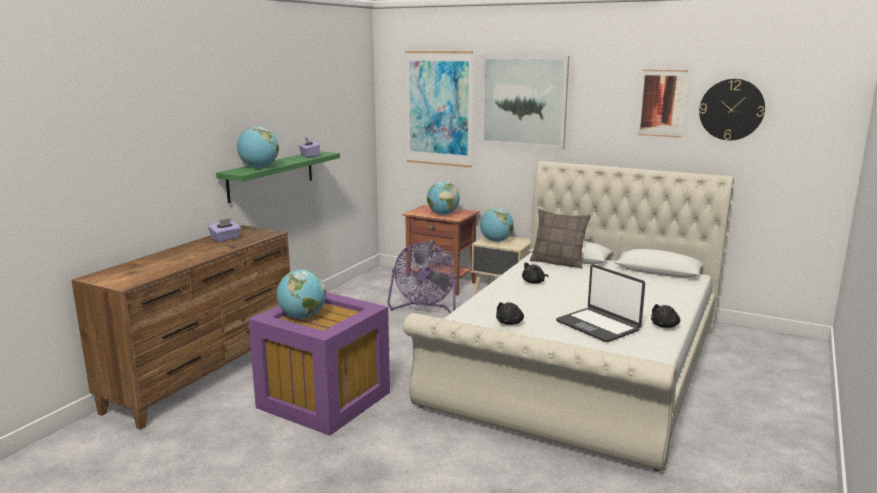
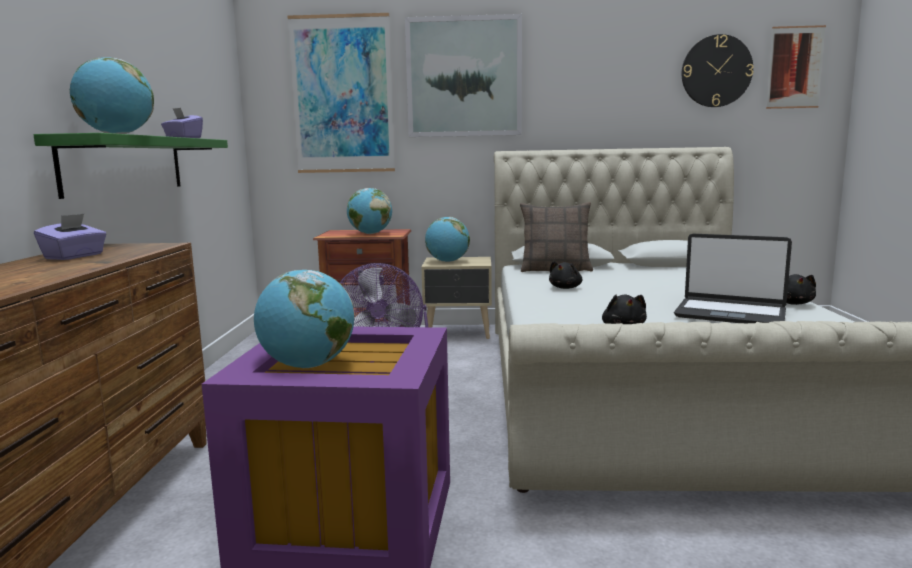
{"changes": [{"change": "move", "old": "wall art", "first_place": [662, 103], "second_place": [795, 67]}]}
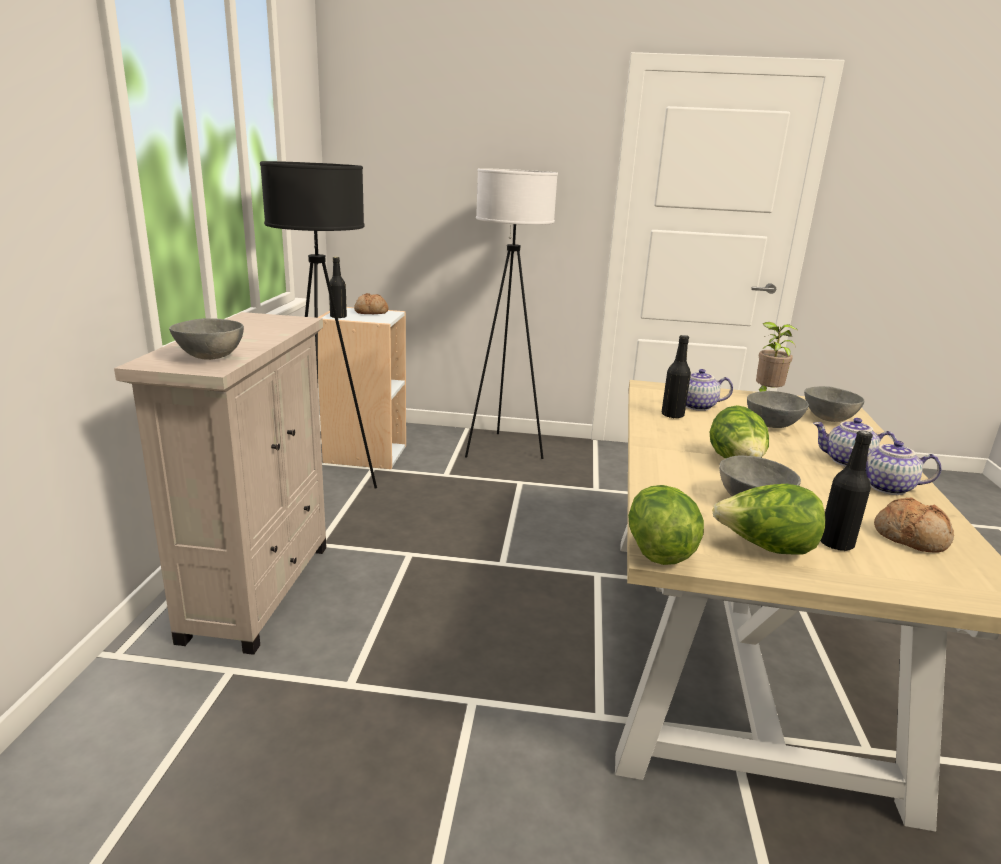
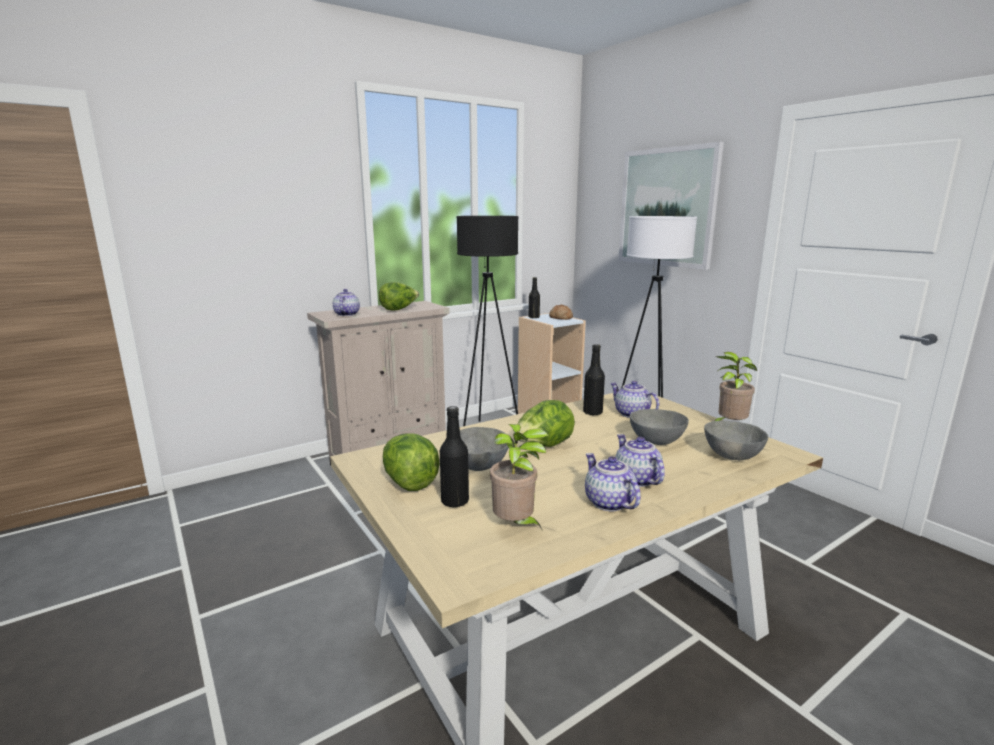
{"changes": [{"change": "replace", "old": "grey bowl", "new": "tea pot", "first_place": [210, 357], "second_place": [346, 314]}, {"change": "move", "old": "lettuce", "first_place": [658, 549], "second_place": [399, 309]}, {"change": "replace", "old": "bread", "new": "houseplant", "first_place": [911, 537], "second_place": [516, 526]}, {"change": "insert", "new": "wall art", "second_place": [667, 207]}]}
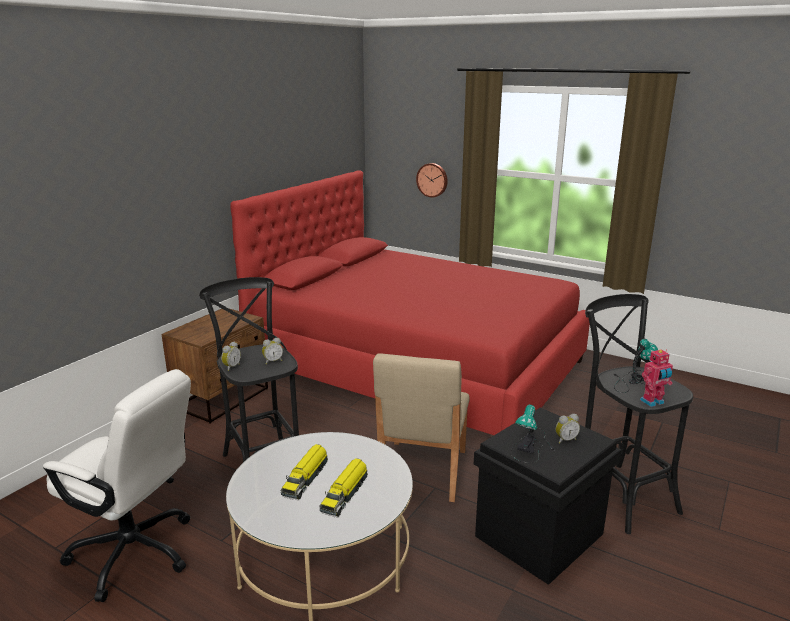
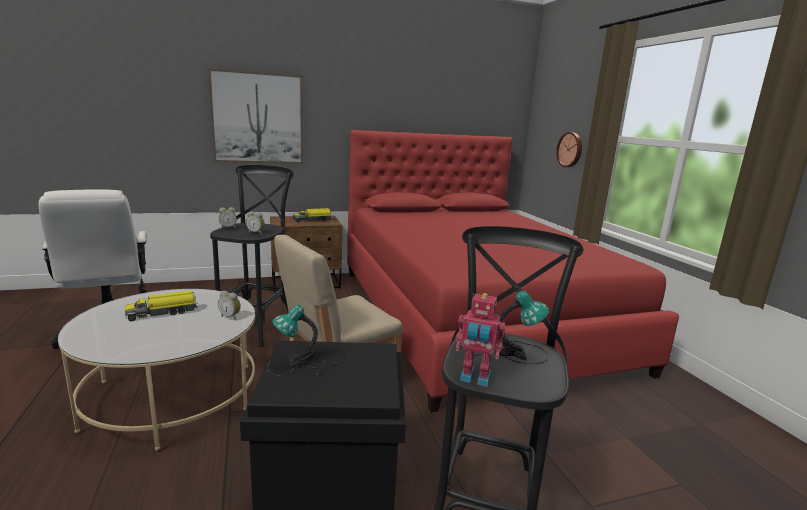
{"changes": [{"change": "insert", "new": "wall art", "second_place": [258, 118]}, {"change": "move", "old": "table clock", "first_place": [565, 439], "second_place": [231, 317]}, {"change": "move", "old": "model truck", "first_place": [345, 494], "second_place": [313, 220]}]}
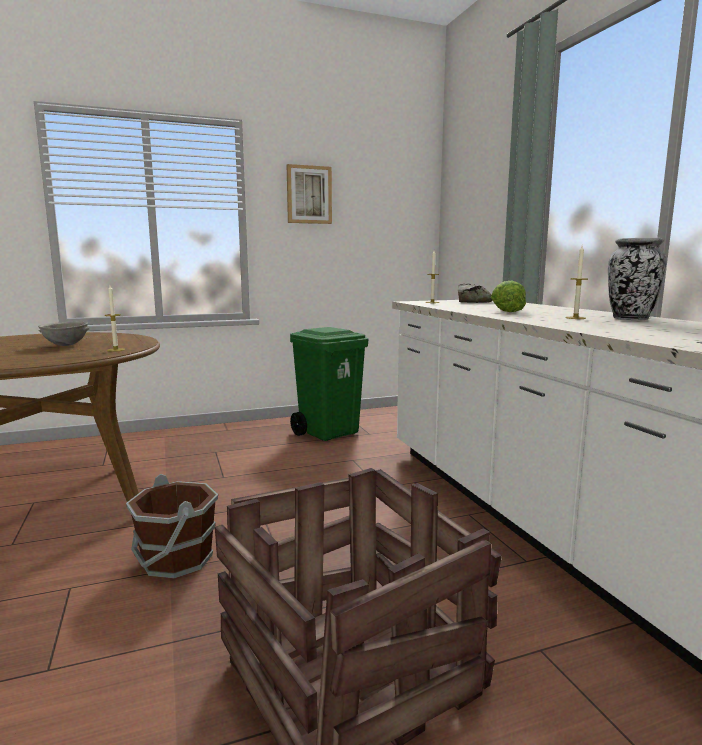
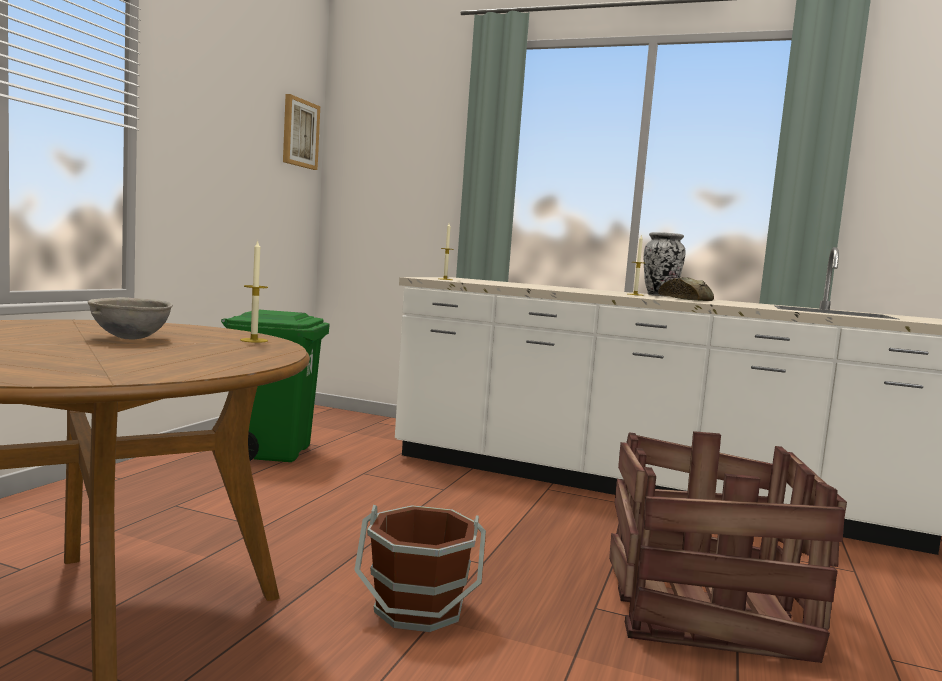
{"changes": [{"change": "move", "old": "wall art", "first_place": [309, 195], "second_place": [300, 133]}, {"change": "move", "old": "bread", "first_place": [473, 302], "second_place": [687, 299]}, {"change": "delete", "old": "lettuce", "first_place": [506, 311]}]}
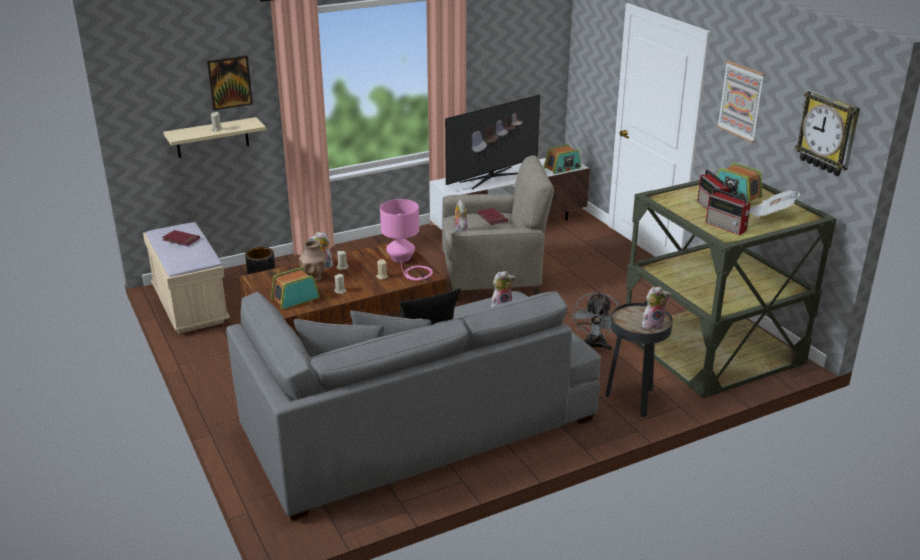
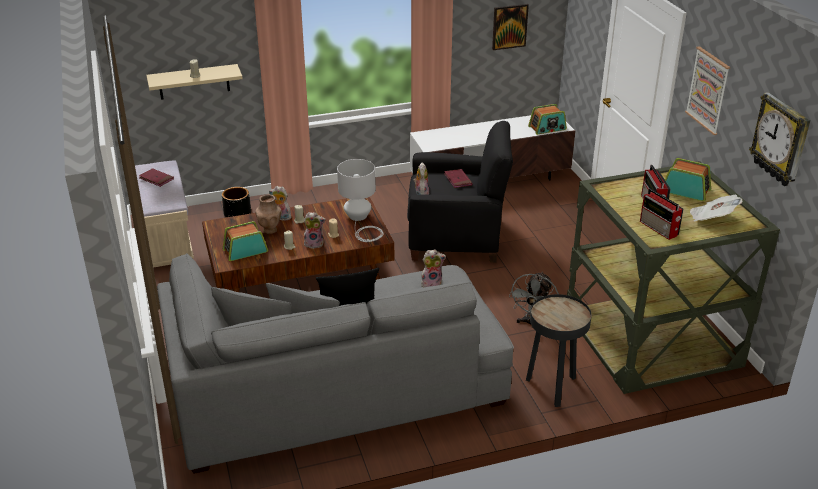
{"changes": [{"change": "move", "old": "soft toy", "first_place": [652, 325], "second_place": [314, 243]}, {"change": "recolor", "old": "pink table lamp", "new": "white-coloured table lamp", "first_place": [407, 264], "second_place": [362, 223]}, {"change": "recolor", "old": "beige-coloured easy chair", "new": "black easy chair", "first_place": [493, 277], "second_place": [456, 237]}, {"change": "move", "old": "wall art", "first_place": [229, 82], "second_place": [509, 26]}, {"change": "rotate", "old": "radio receiver", "first_place": [736, 194], "second_place": [685, 190], "degrees": 150}, {"change": "delete", "old": "TV", "first_place": [491, 177]}]}
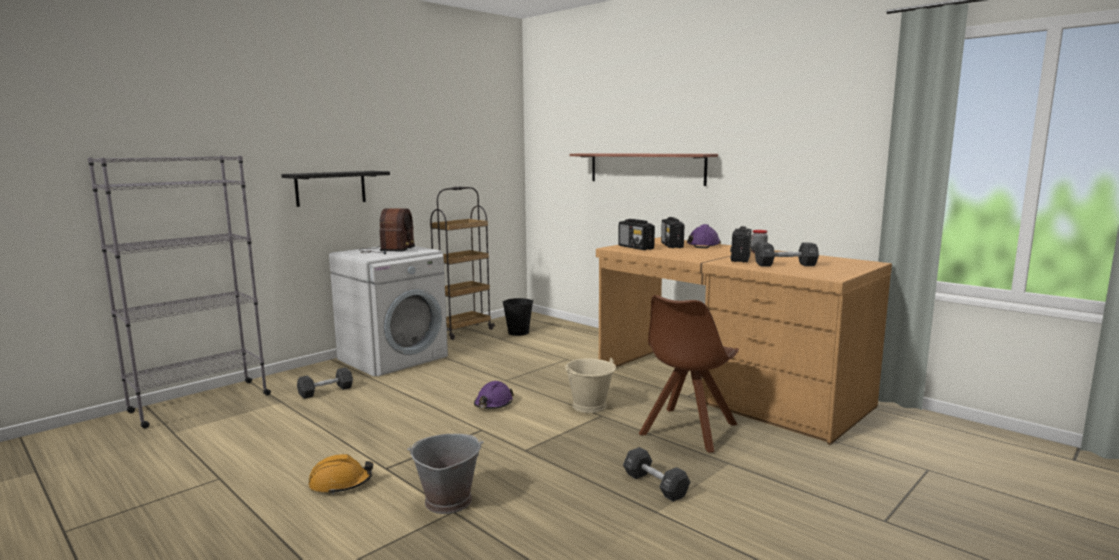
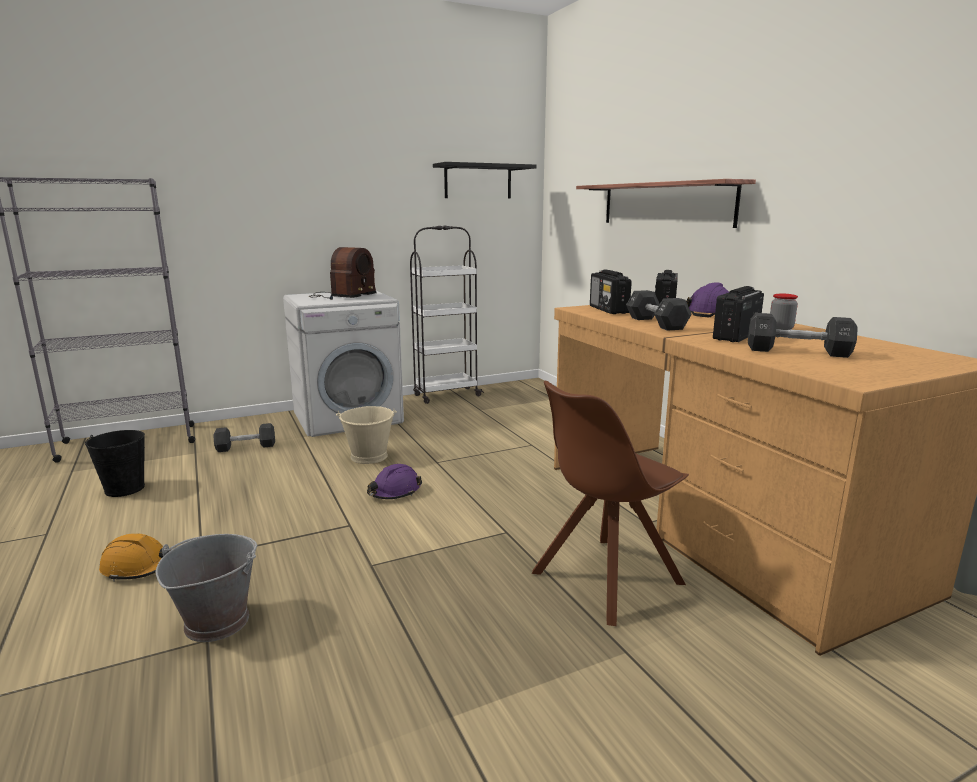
{"changes": [{"change": "move", "old": "black bucket", "first_place": [518, 332], "second_place": [125, 488]}, {"change": "move", "old": "beige-coloured bucket", "first_place": [590, 406], "second_place": [369, 456]}, {"change": "recolor", "old": "brown trolley", "new": "white-coloured trolley", "first_place": [463, 332], "second_place": [446, 396]}, {"change": "move", "old": "black shelf", "first_place": [330, 188], "second_place": [478, 181]}, {"change": "move", "old": "black hand weight", "first_place": [655, 485], "second_place": [656, 323]}]}
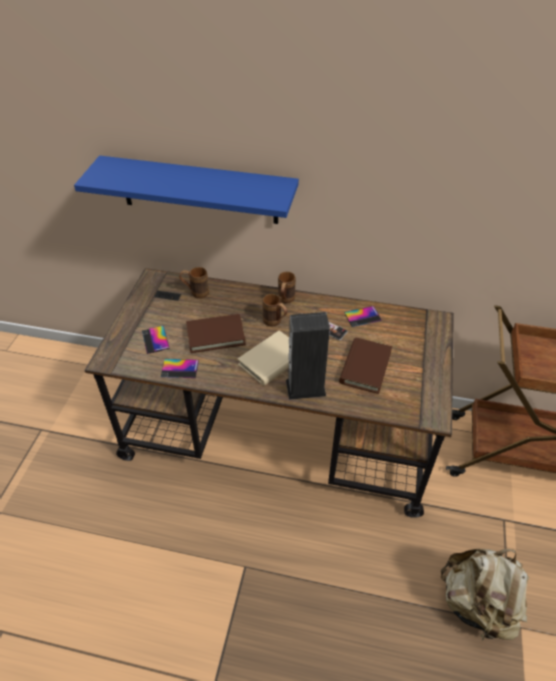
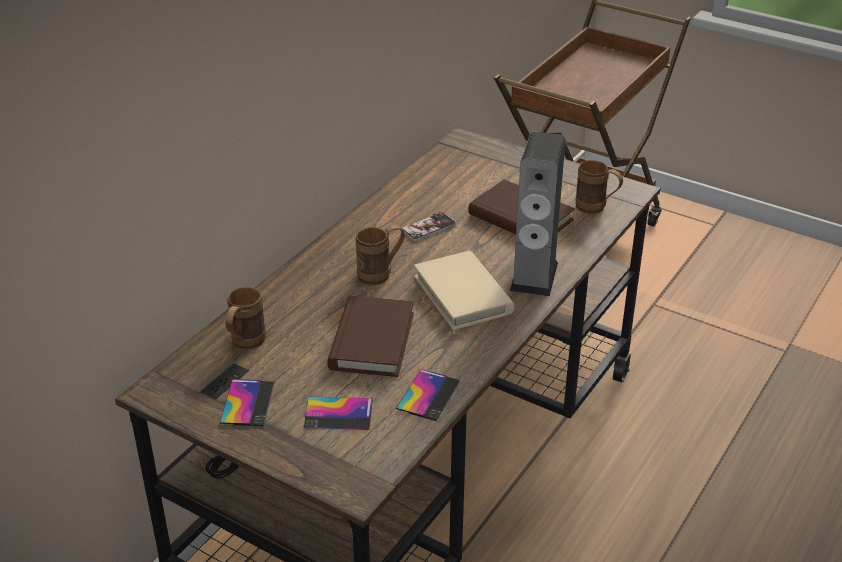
{"changes": [{"change": "move", "old": "phone", "first_place": [362, 316], "second_place": [247, 403]}, {"change": "move", "old": "brown mug", "first_place": [285, 300], "second_place": [596, 208]}, {"change": "delete", "old": "blue-coloured shelf", "first_place": [199, 190]}, {"change": "delete", "old": "beige-coloured rucksack", "first_place": [477, 604]}]}
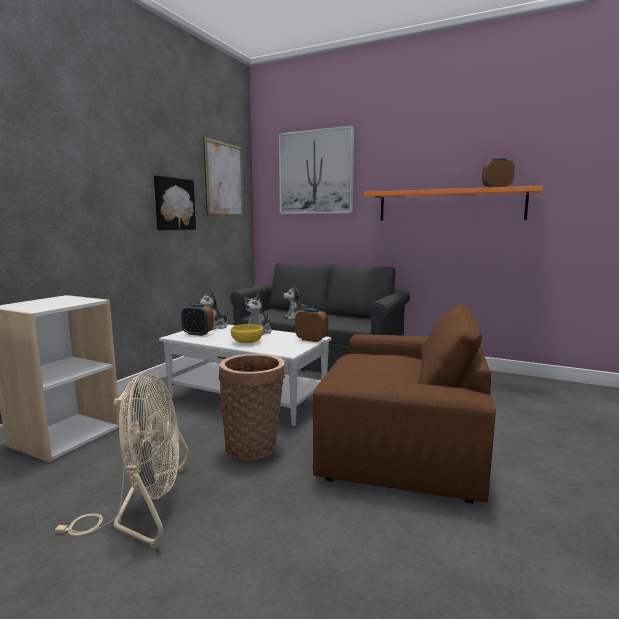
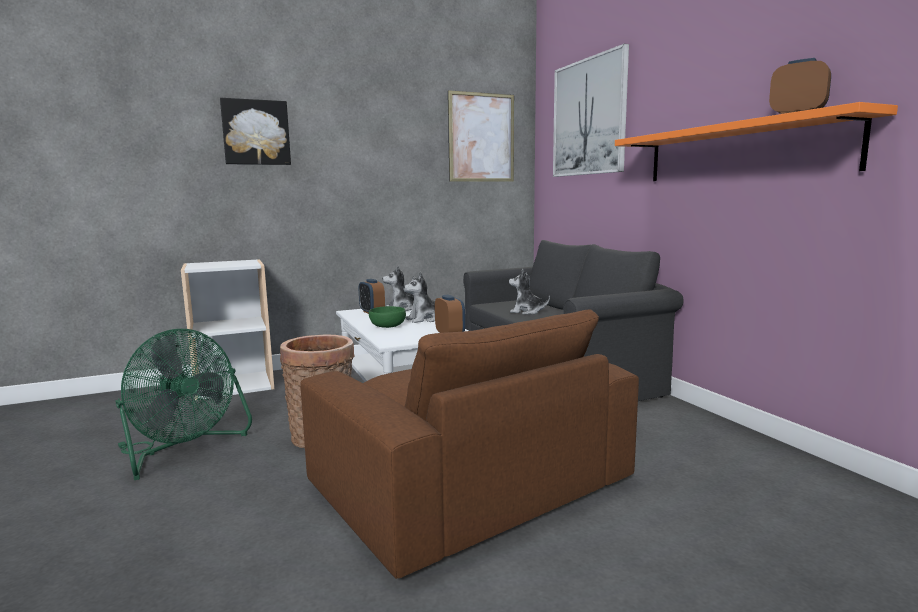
{"changes": [{"change": "recolor", "old": "beige-coloured electric fan", "new": "green-coloured electric fan", "first_place": [142, 508], "second_place": [178, 451]}, {"change": "move", "old": "wall art", "first_place": [174, 204], "second_place": [256, 132]}, {"change": "recolor", "old": "yellowish bowl", "new": "green-coloured bowl", "first_place": [246, 342], "second_place": [387, 326]}]}
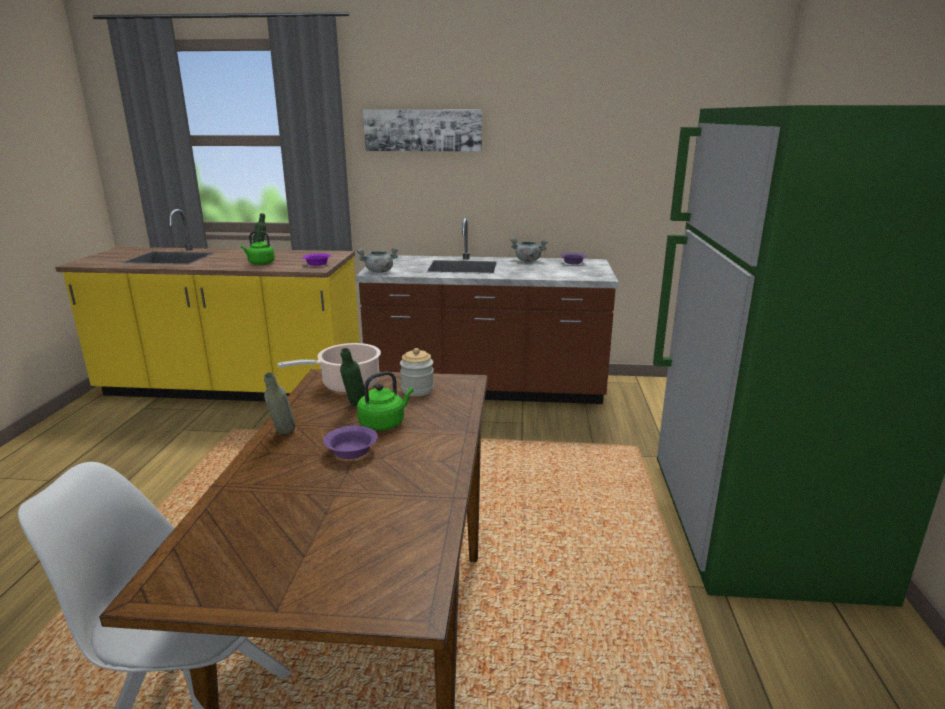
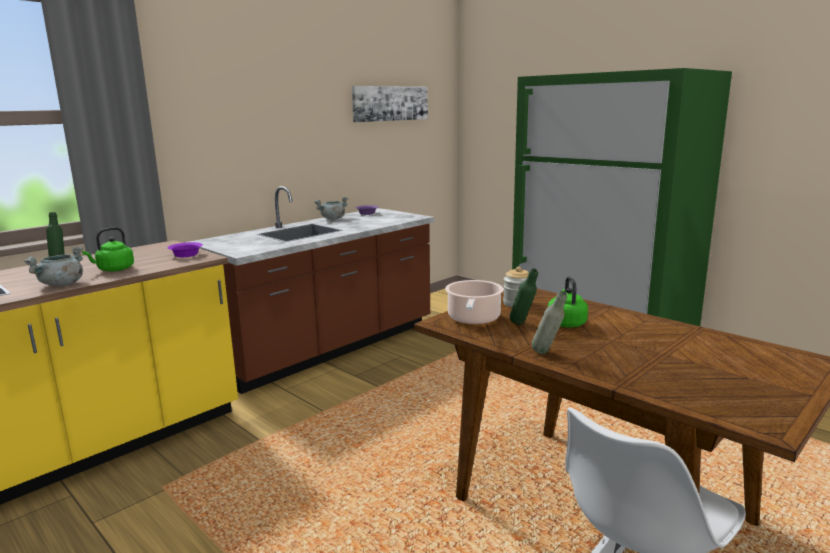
{"changes": [{"change": "move", "old": "grey saucepot", "first_place": [379, 272], "second_place": [61, 284]}, {"change": "move", "old": "wall art", "first_place": [423, 130], "second_place": [390, 103]}, {"change": "delete", "old": "purple-coloured bowl", "first_place": [351, 452]}]}
